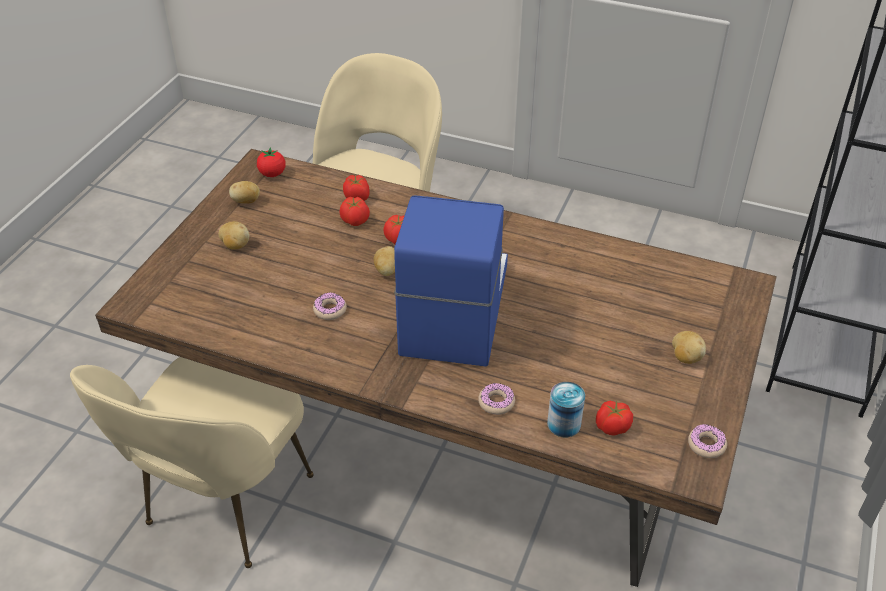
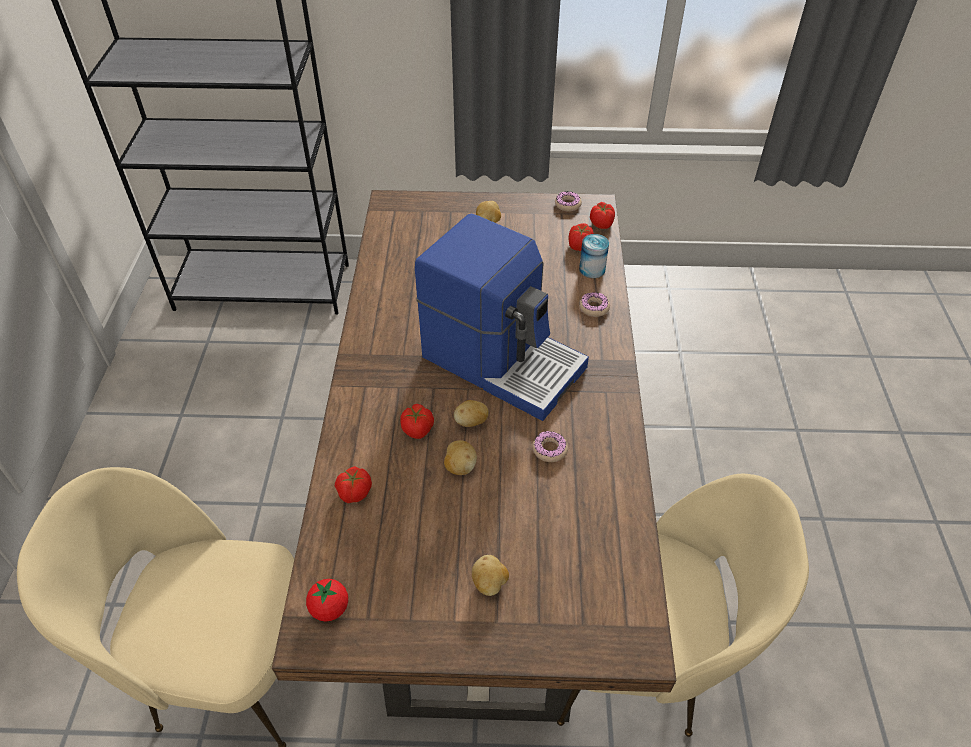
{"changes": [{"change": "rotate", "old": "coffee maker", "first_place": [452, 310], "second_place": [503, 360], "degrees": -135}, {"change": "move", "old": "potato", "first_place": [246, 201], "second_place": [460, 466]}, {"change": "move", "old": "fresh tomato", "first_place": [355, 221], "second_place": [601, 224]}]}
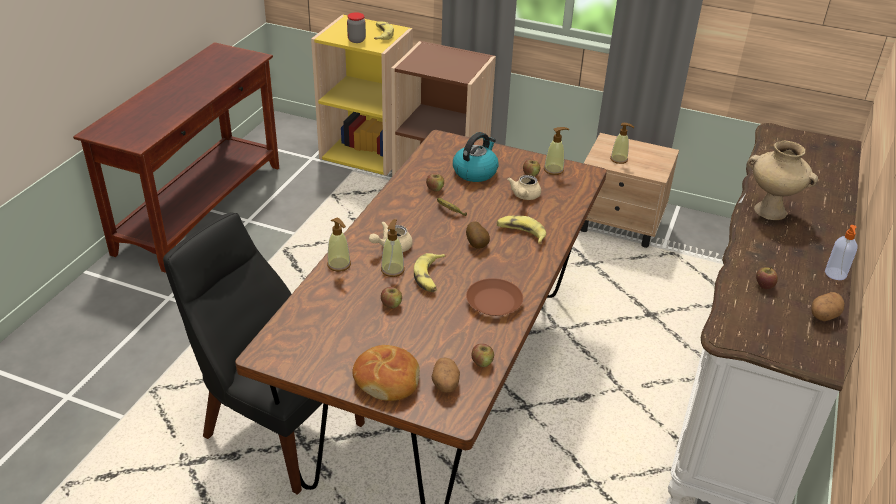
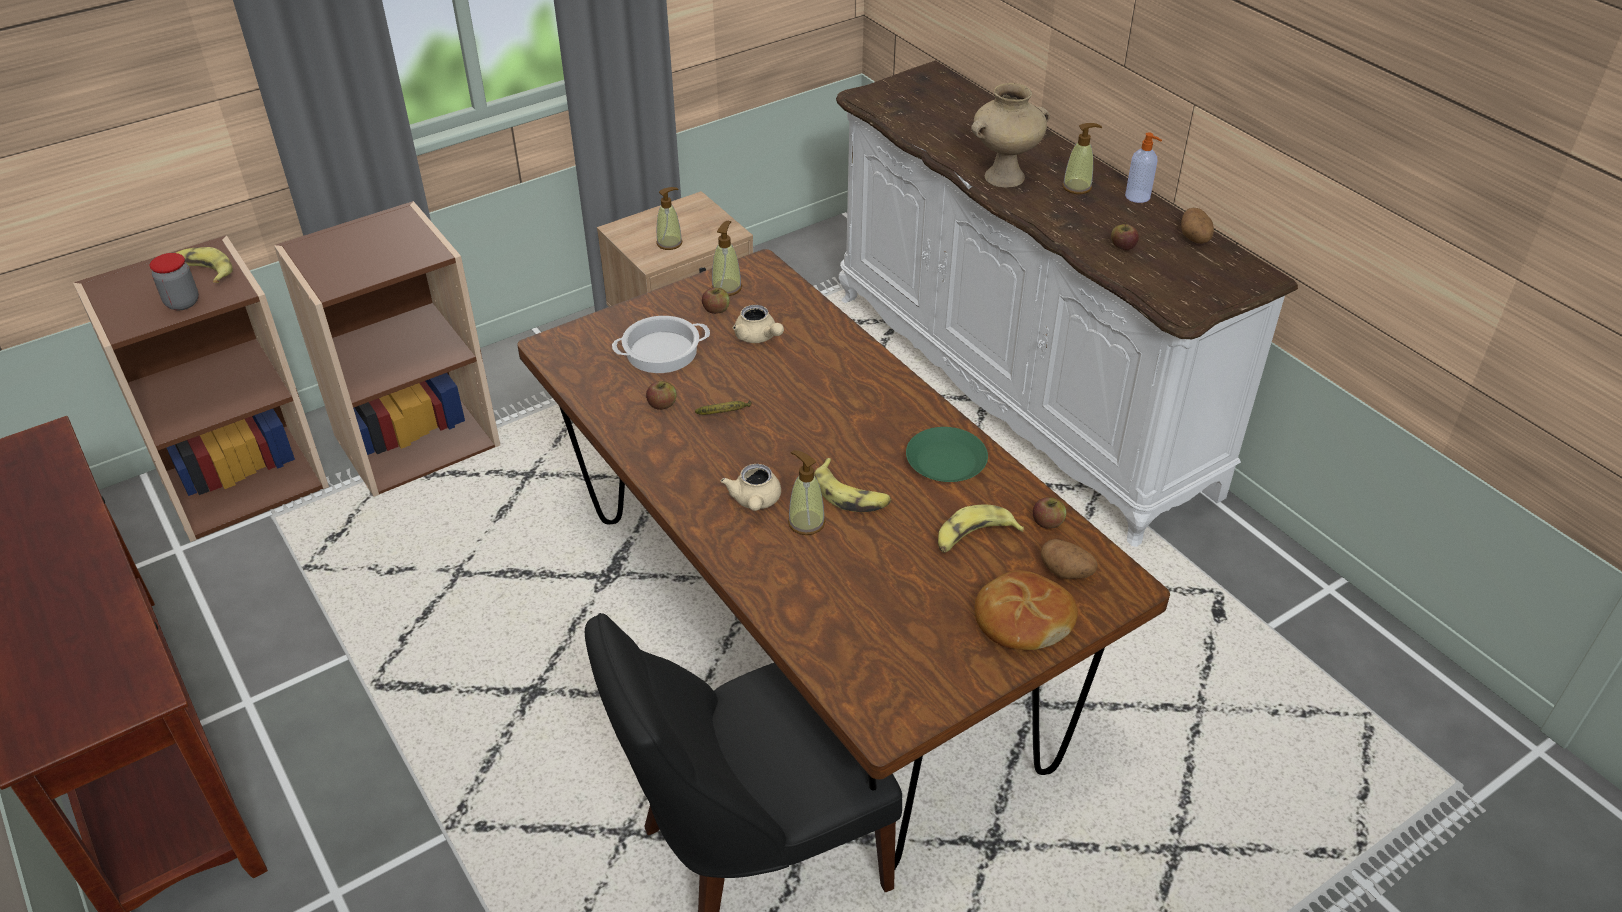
{"changes": [{"change": "recolor", "old": "yellowish shelving unit", "new": "brown shelving unit", "first_place": [367, 152], "second_place": [245, 479]}, {"change": "replace", "old": "kettle", "new": "saucepot", "first_place": [475, 171], "second_place": [661, 352]}, {"change": "recolor", "old": "brown dinner plate", "new": "green-coloured dinner plate", "first_place": [494, 302], "second_place": [947, 462]}, {"change": "move", "old": "whole banana", "first_place": [521, 233], "second_place": [974, 537]}, {"change": "move", "old": "soap dispenser", "first_place": [339, 265], "second_place": [1077, 187]}, {"change": "delete", "old": "apple", "first_place": [391, 304]}, {"change": "delete", "old": "potato", "first_place": [477, 244]}]}
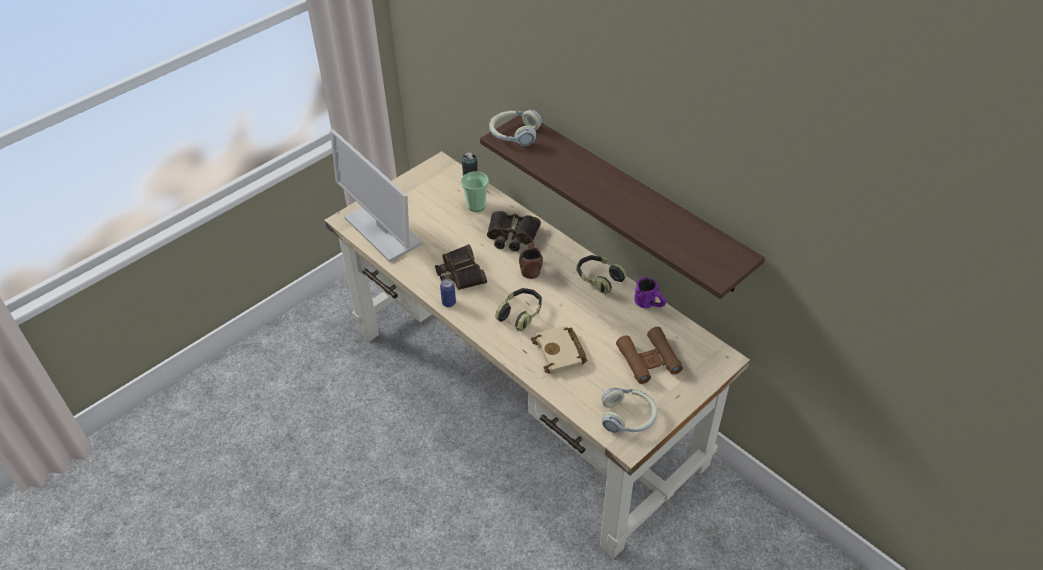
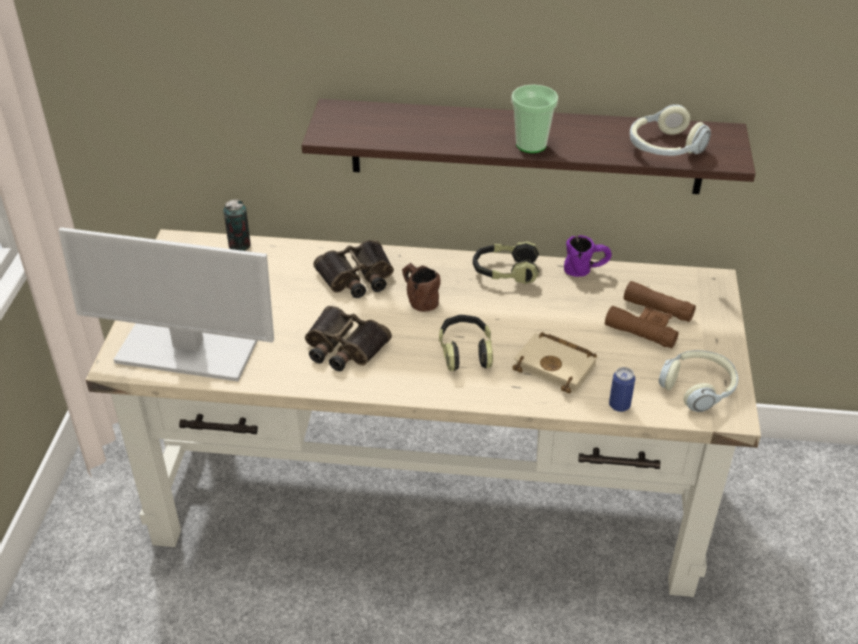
{"changes": [{"change": "move", "old": "drinking cup", "first_place": [476, 205], "second_place": [531, 145]}, {"change": "move", "old": "can", "first_place": [449, 303], "second_place": [619, 405]}, {"change": "move", "old": "headset", "first_place": [514, 134], "second_place": [664, 148]}]}
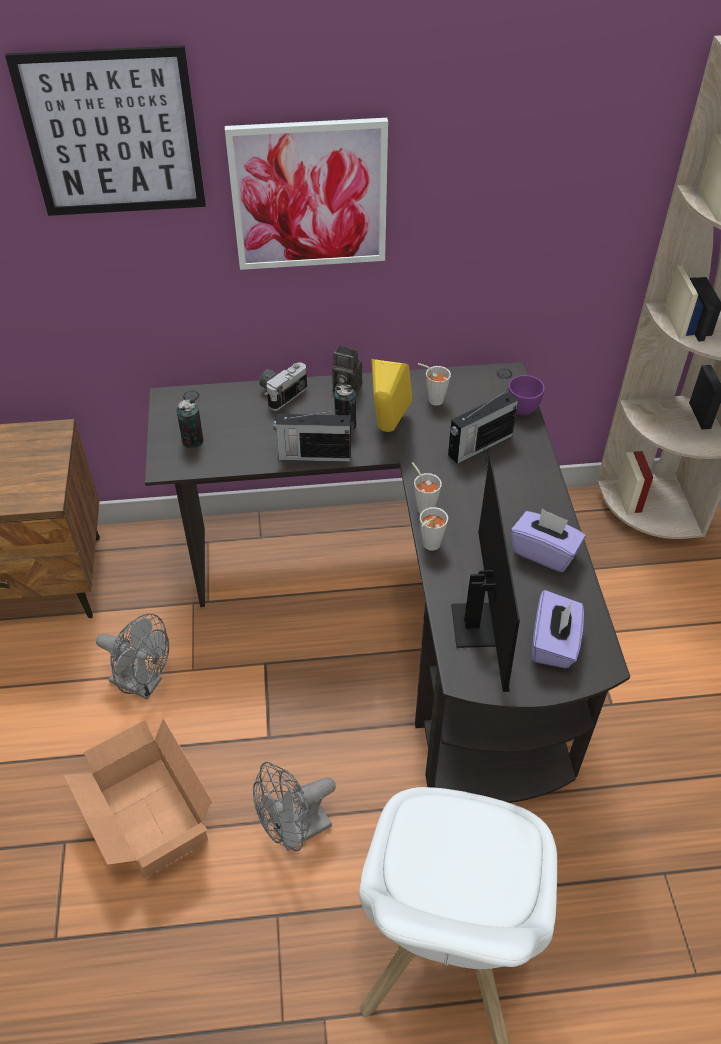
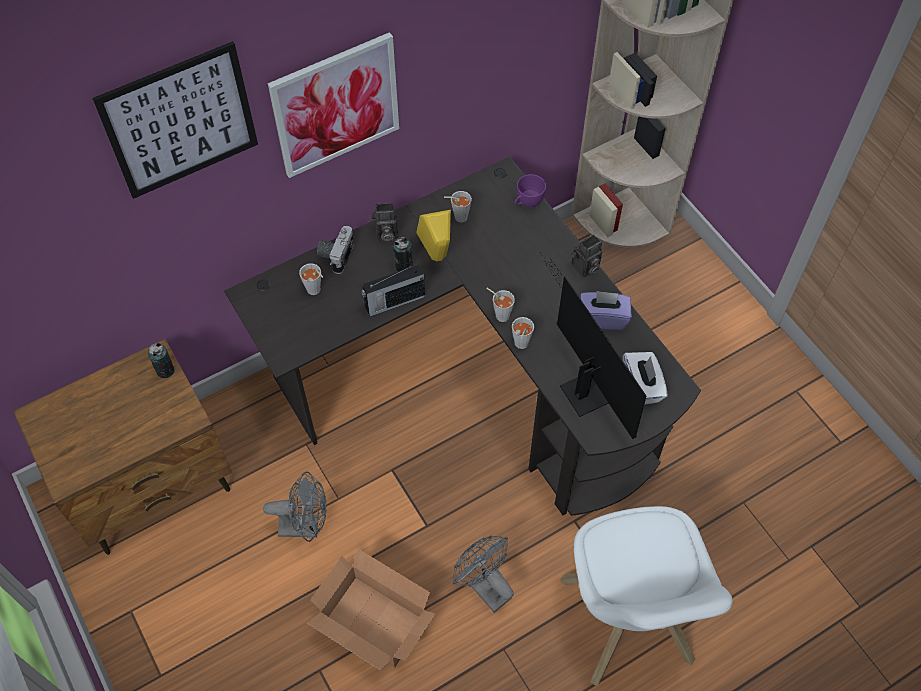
{"changes": [{"change": "move", "old": "can", "first_place": [193, 441], "second_place": [165, 370]}, {"change": "insert", "new": "grey drinking cup", "second_place": [315, 291]}, {"change": "rotate", "old": "grey electric fan", "first_place": [295, 832], "second_place": [484, 586], "degrees": 105}, {"change": "insert", "new": "still camera", "second_place": [585, 268]}, {"change": "recolor", "old": "purple-coloured box of tissues", "new": "white-coloured box of tissues", "first_place": [554, 643], "second_place": [642, 386]}, {"change": "delete", "old": "radio receiver", "first_place": [479, 445]}]}
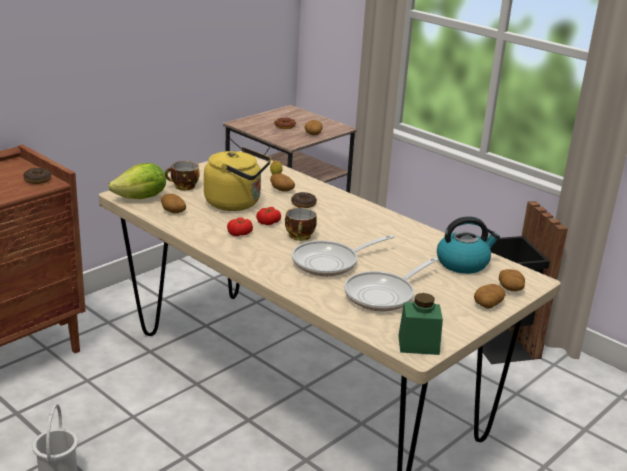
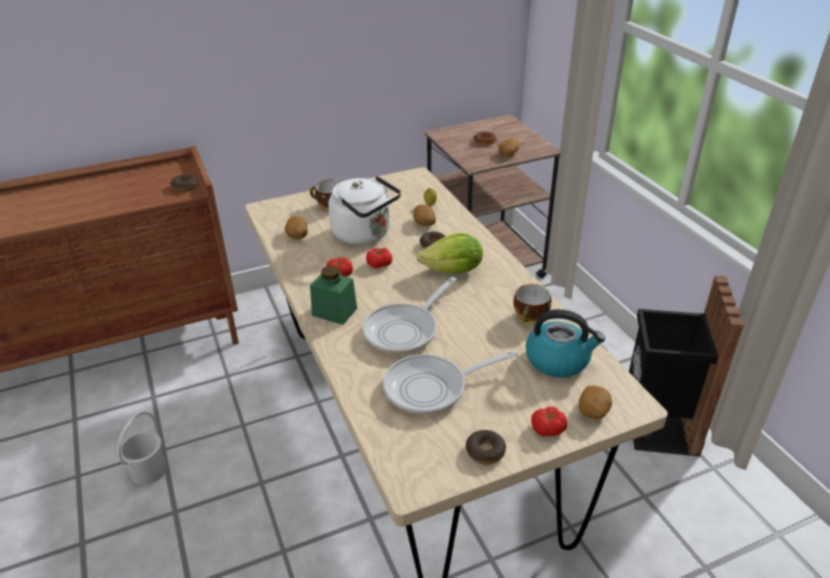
{"changes": [{"change": "move", "old": "green-coloured storage jar", "first_place": [418, 345], "second_place": [334, 312]}, {"change": "recolor", "old": "yellowish kettle", "new": "white-coloured kettle", "first_place": [236, 203], "second_place": [365, 234]}, {"change": "rotate", "old": "frying pan", "first_place": [330, 263], "second_place": [405, 330], "degrees": -45}, {"change": "move", "old": "lettuce", "first_place": [141, 198], "second_place": [453, 271]}, {"change": "insert", "new": "donut", "second_place": [485, 451]}, {"change": "move", "old": "drinking cup", "first_place": [300, 236], "second_place": [531, 318]}, {"change": "replace", "old": "potato", "new": "fresh tomato", "first_place": [488, 304], "second_place": [548, 428]}]}
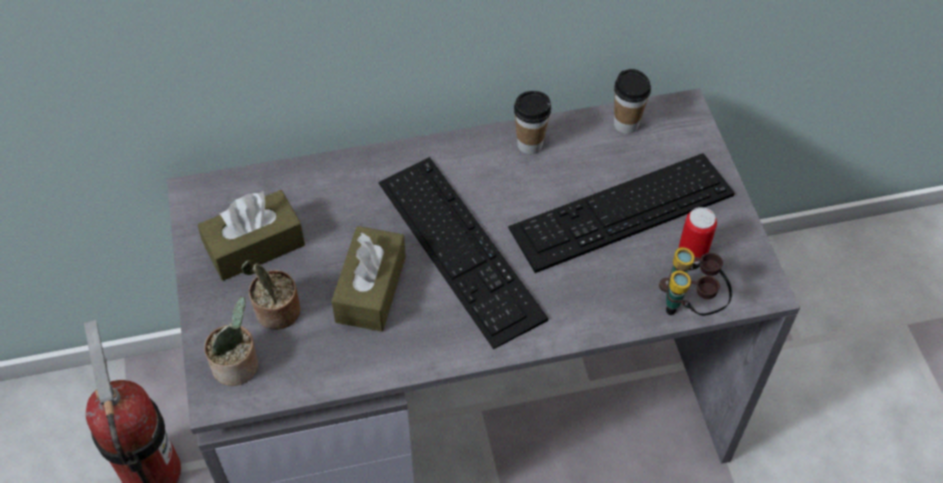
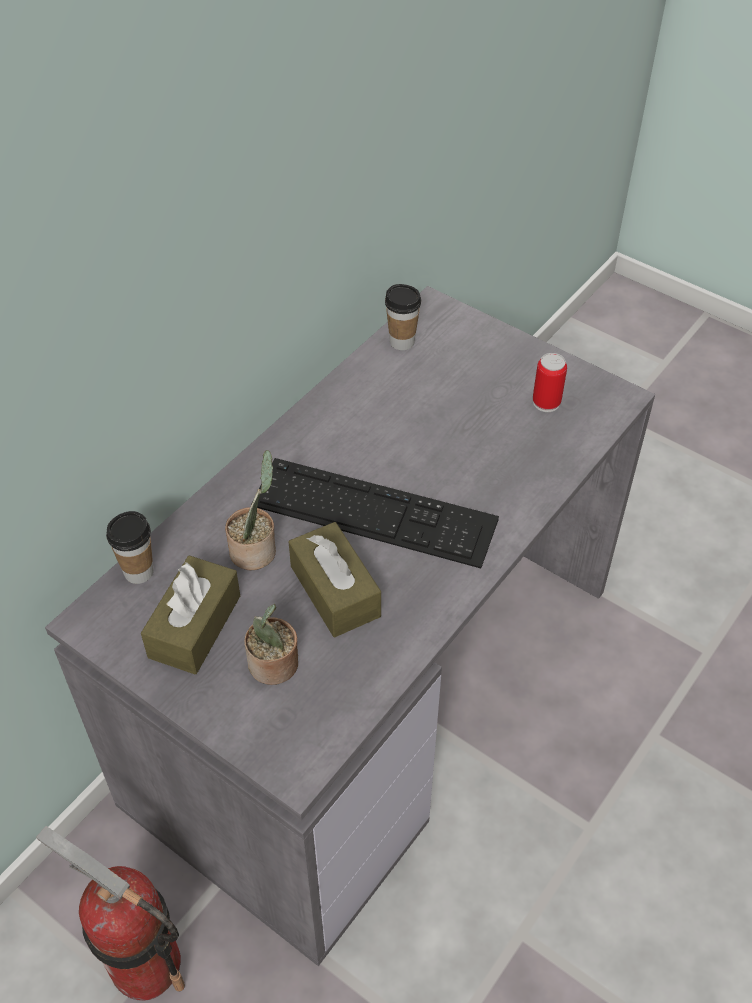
{"changes": [{"change": "move", "old": "drinking cup", "first_place": [529, 144], "second_place": [139, 572]}, {"change": "move", "old": "houseplant", "first_place": [238, 366], "second_place": [256, 550]}, {"change": "delete", "old": "computer keyboard", "first_place": [622, 211]}, {"change": "delete", "old": "binoculars", "first_place": [690, 305]}]}
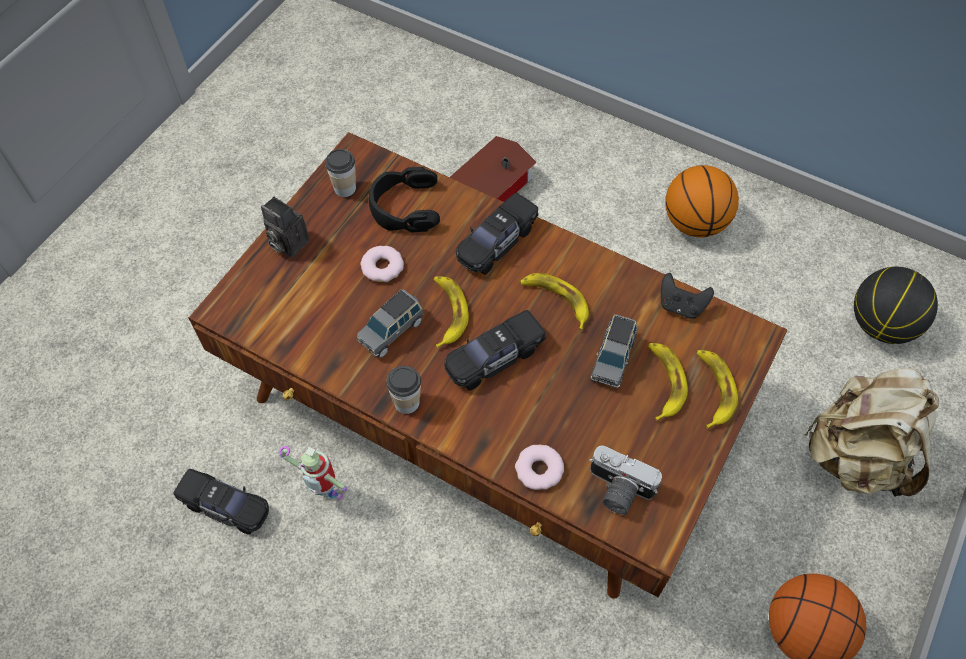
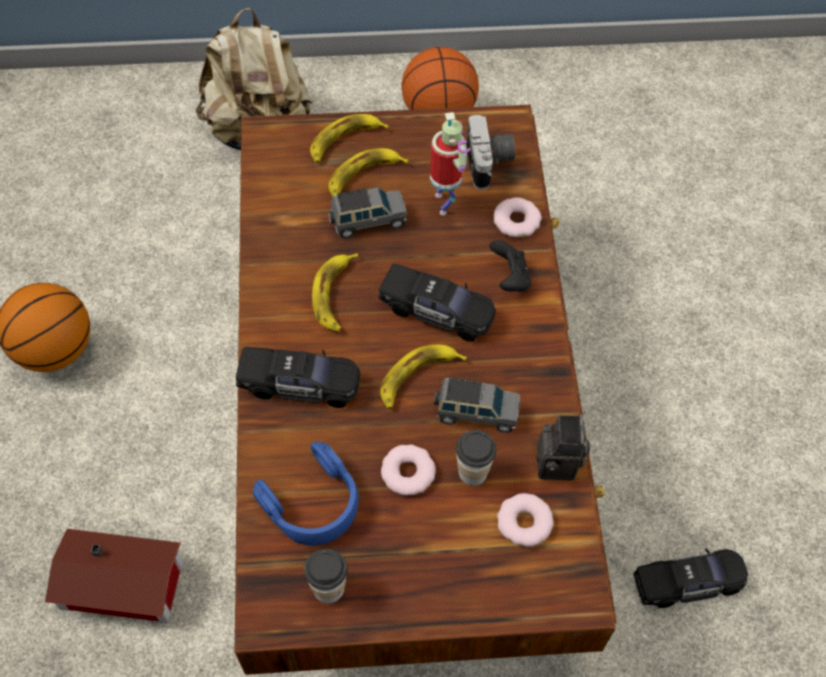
{"changes": [{"change": "recolor", "old": "black headset", "new": "blue-coloured headset", "first_place": [404, 207], "second_place": [313, 503]}, {"change": "move", "old": "robot figure", "first_place": [326, 495], "second_place": [445, 203]}, {"change": "move", "old": "drinking cup", "first_place": [407, 402], "second_place": [472, 472]}, {"change": "move", "old": "black joypad", "first_place": [681, 306], "second_place": [510, 278]}, {"change": "insert", "new": "donut", "second_place": [524, 522]}, {"change": "move", "old": "still camera", "first_place": [287, 243], "second_place": [559, 465]}, {"change": "rotate", "old": "black toy car", "first_place": [226, 506], "second_place": [687, 583], "degrees": 90}, {"change": "delete", "old": "basketball", "first_place": [880, 325]}]}
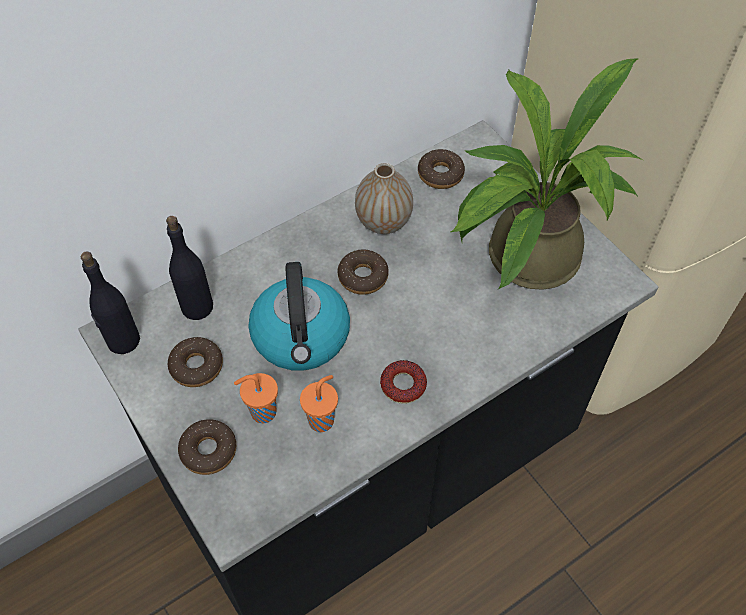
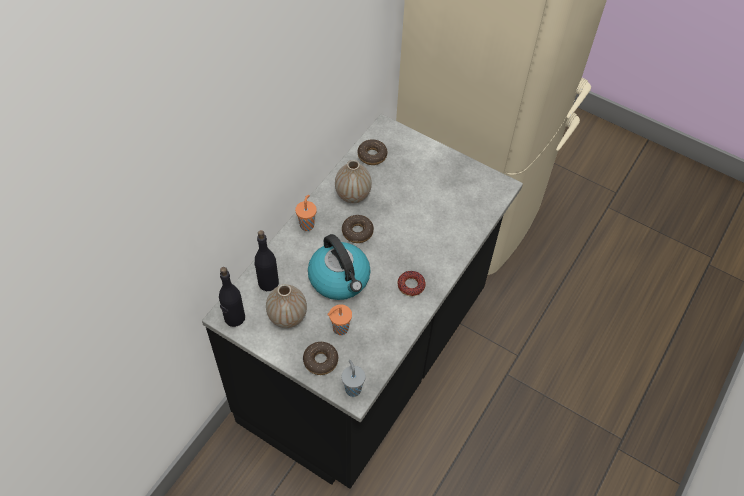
{"changes": [{"change": "replace", "old": "donut", "new": "vase", "first_place": [196, 366], "second_place": [287, 317]}, {"change": "move", "old": "orangey drinking cup", "first_place": [322, 419], "second_place": [307, 224]}, {"change": "insert", "new": "grey drinking cup", "second_place": [353, 388]}, {"change": "delete", "old": "houseplant", "first_place": [522, 261]}]}
